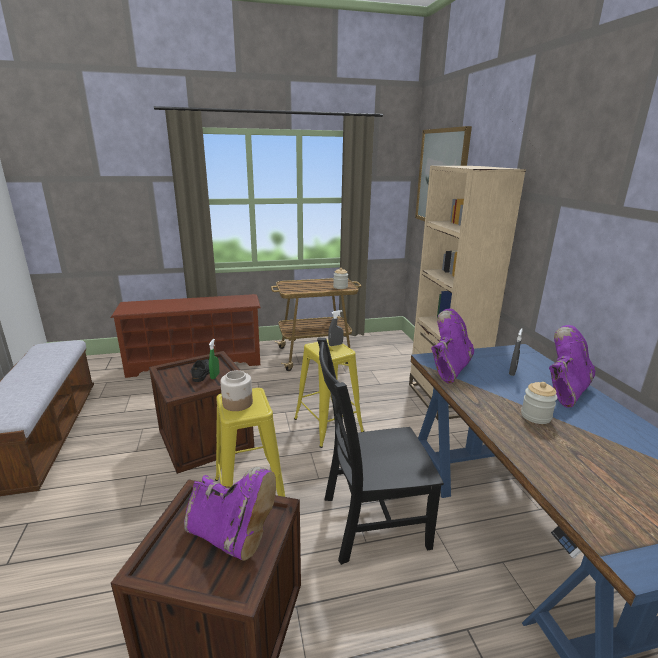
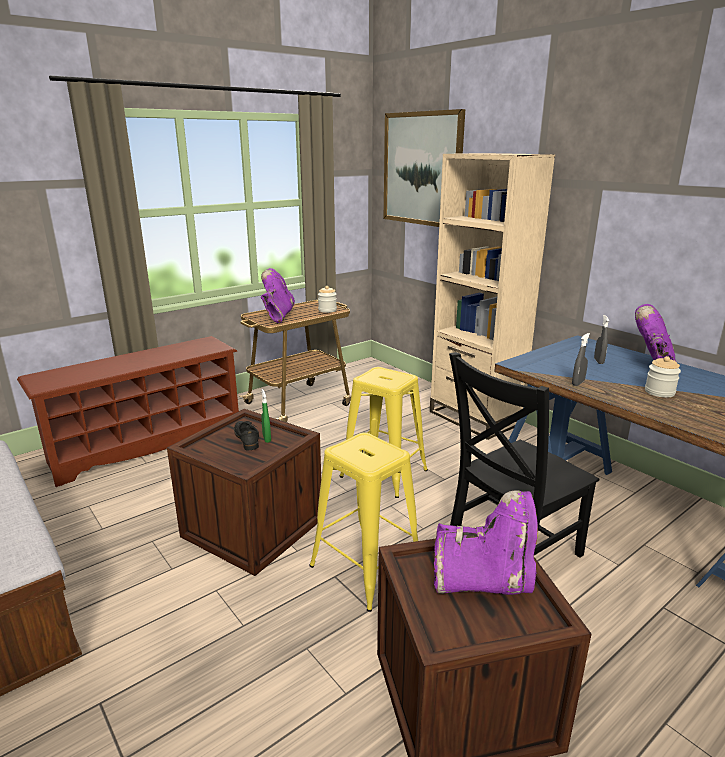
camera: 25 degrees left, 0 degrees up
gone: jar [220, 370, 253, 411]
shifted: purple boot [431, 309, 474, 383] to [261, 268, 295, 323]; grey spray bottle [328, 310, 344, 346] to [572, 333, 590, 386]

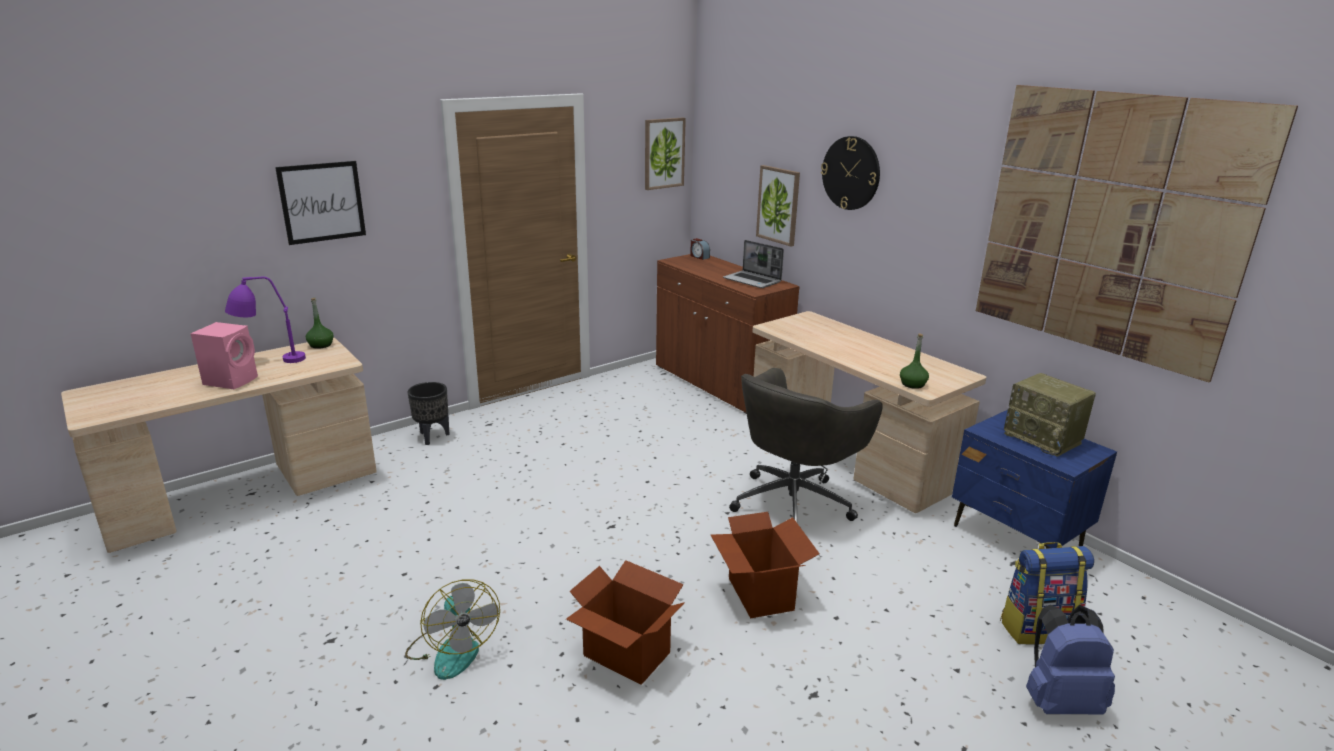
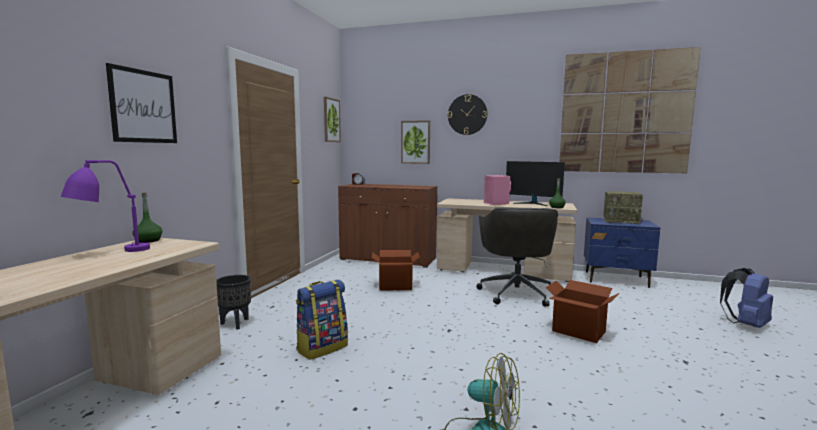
camera: 35 degrees left, 15 degrees down
gone: laptop [723, 240, 784, 288]
new: monitor [506, 161, 565, 206]
shifted: pink speaker [190, 322, 258, 389] to [484, 175, 511, 205]; backpack [1000, 542, 1094, 644] to [296, 280, 348, 360]; cardboard box [566, 560, 685, 685] to [372, 250, 420, 291]

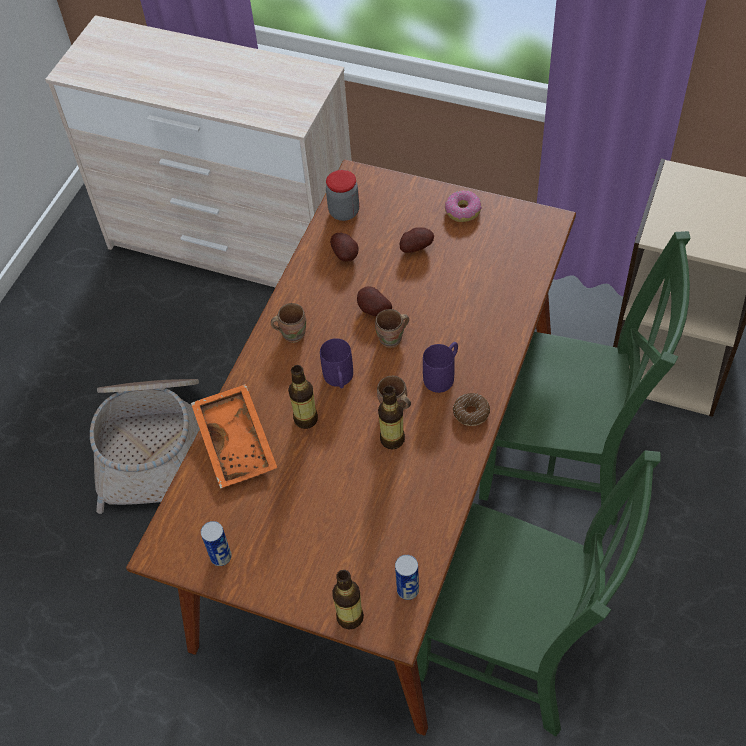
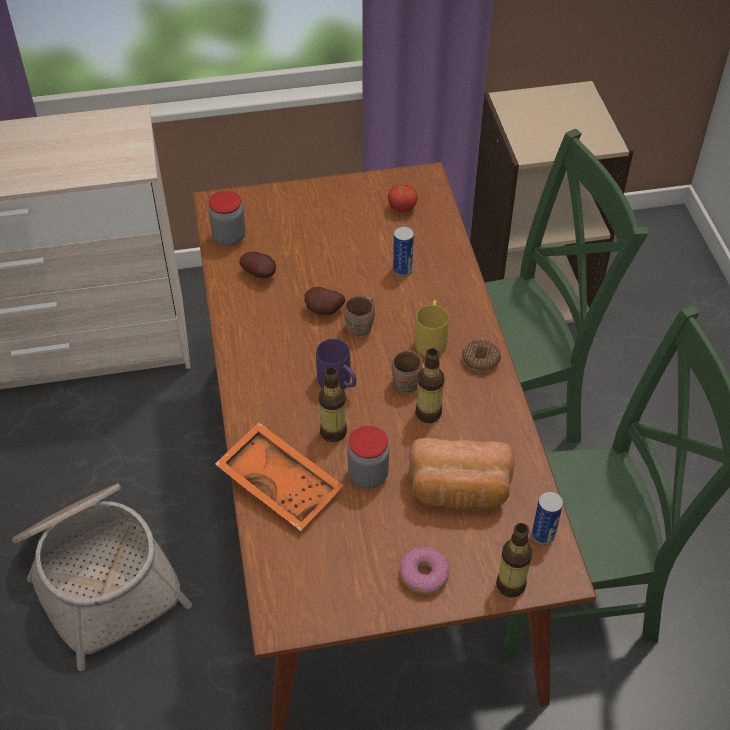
camera: 35 degrees left, 5 degrees down
gone: potato [400, 227, 434, 253]; brown mug [271, 303, 306, 343]
new: tomato [388, 185, 418, 212]; jar [348, 426, 389, 489]; bread [409, 438, 515, 510]
shifted: donut [445, 191, 482, 222] to [400, 546, 450, 595]; can [201, 521, 232, 566] to [393, 226, 414, 276]
repainted: purple mug [423, 342, 458, 393] to yellow mug [415, 300, 449, 356]

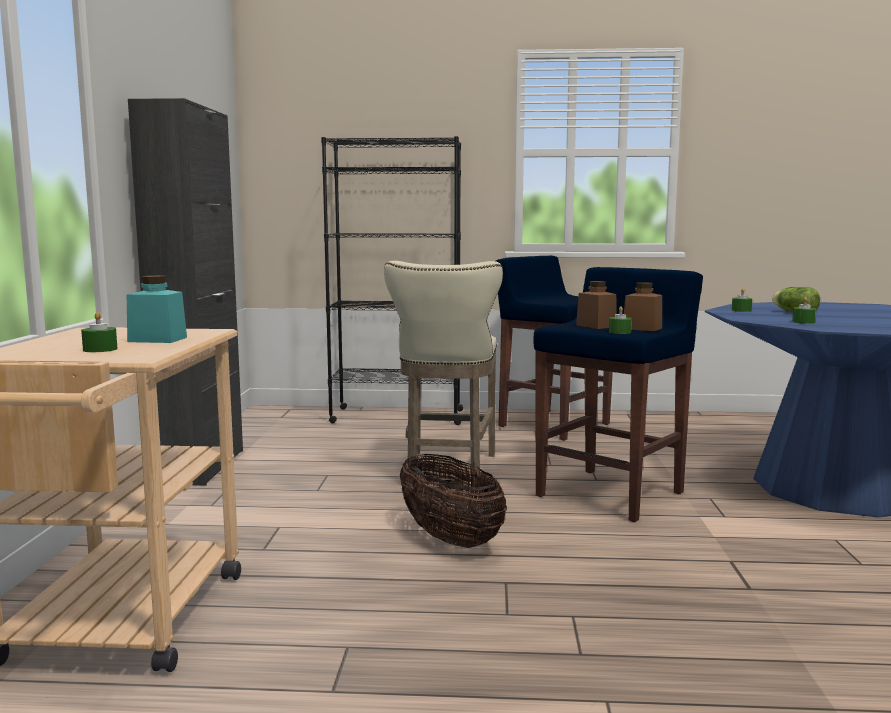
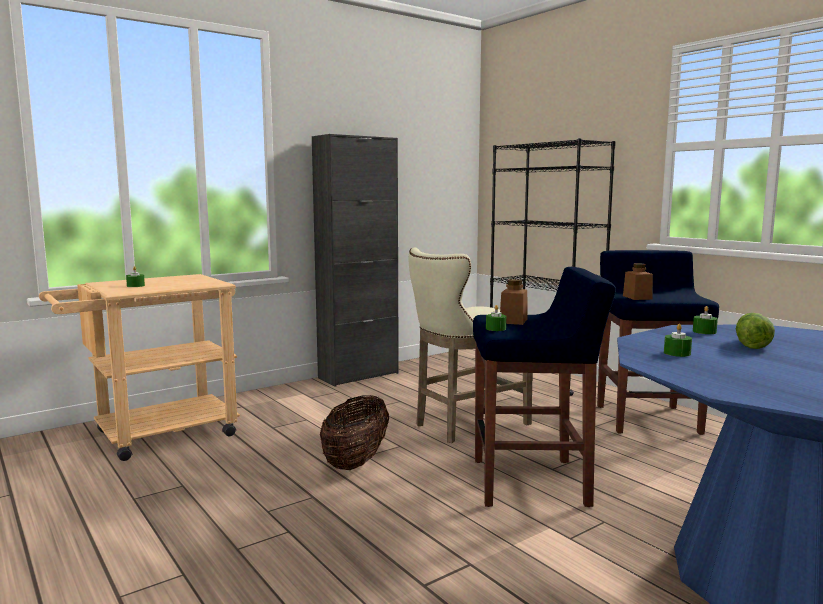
camera: 50 degrees right, 0 degrees up
gone: turquoise jar [127, 275, 187, 343]
shifted: brown jar [624, 282, 662, 331] to [623, 263, 653, 300]

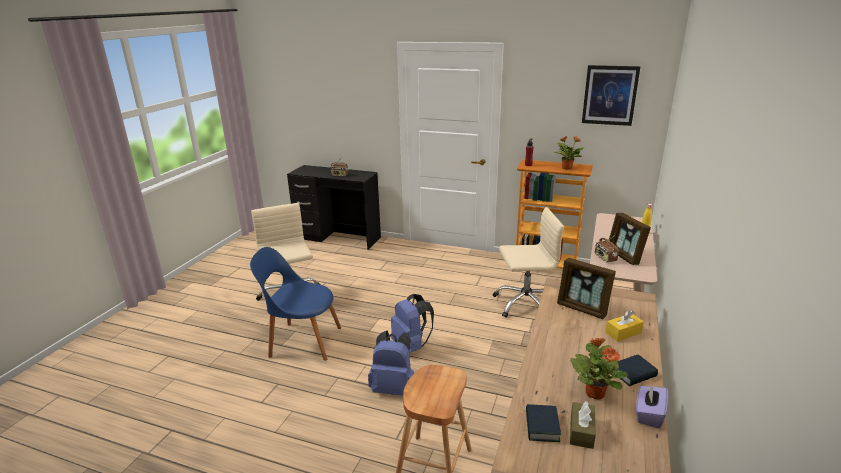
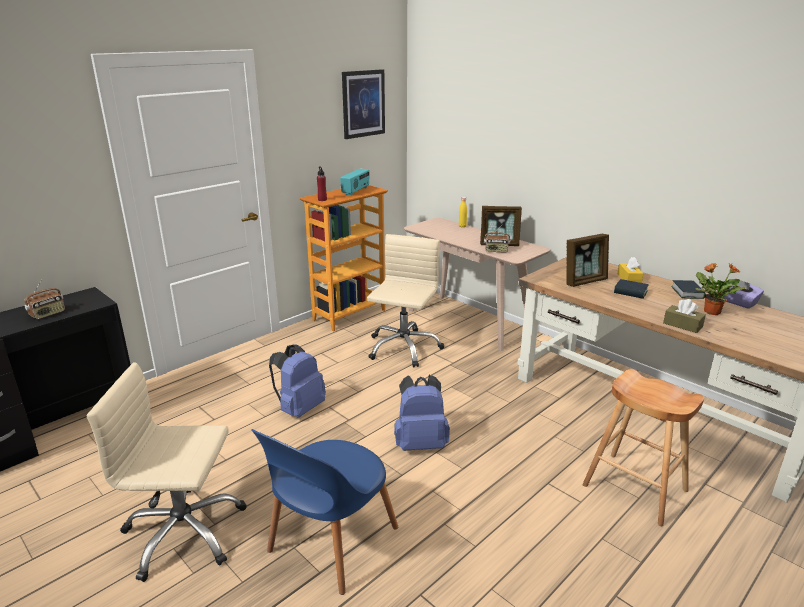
camera: 65 degrees left, 0 degrees up
shifted: blue backpack [368, 330, 414, 396] to [269, 344, 326, 418]; brown tissue box [570, 401, 596, 449] to [663, 299, 706, 333]; book [526, 404, 561, 442] to [614, 279, 649, 299]
swapped: potted plant [555, 136, 584, 170] to radio [340, 169, 370, 196]

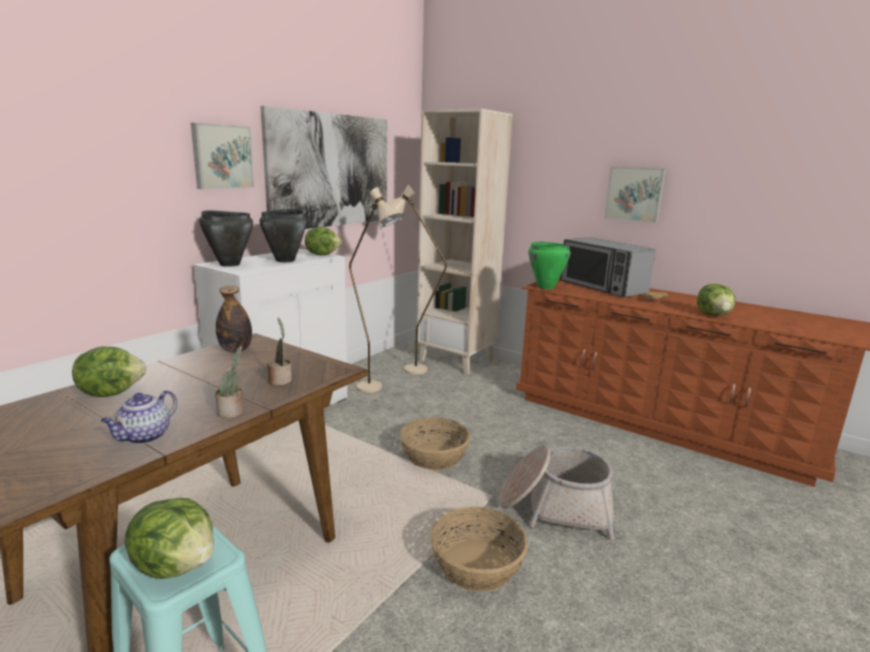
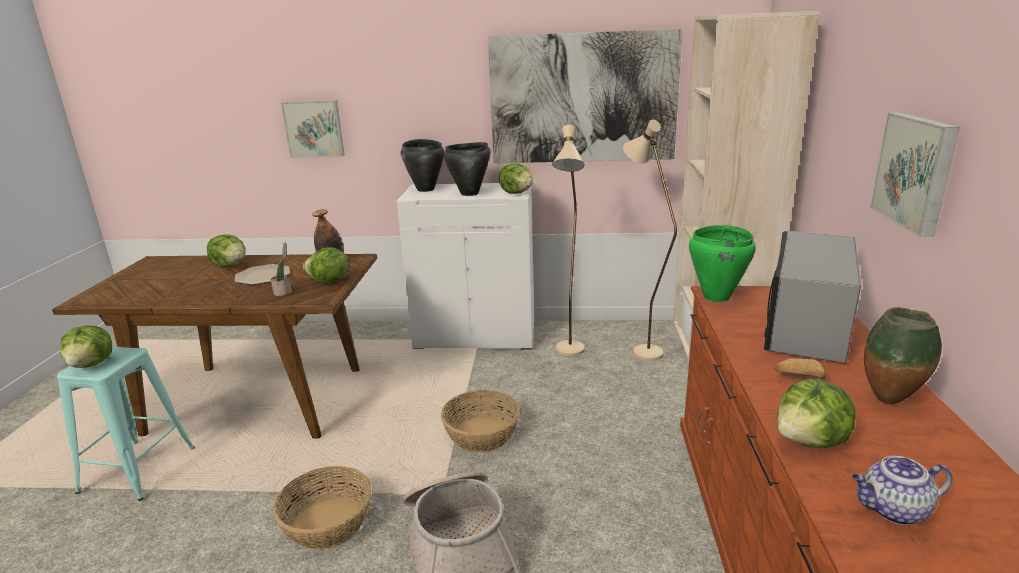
camera: 60 degrees right, 5 degrees up
gone: potted plant [215, 346, 244, 418]
new: lettuce [303, 247, 350, 284]; plate [235, 264, 290, 285]; vase [864, 307, 942, 405]
shifted: picture [191, 123, 254, 189] to [281, 100, 345, 158]; teapot [101, 390, 178, 444] to [852, 456, 953, 525]

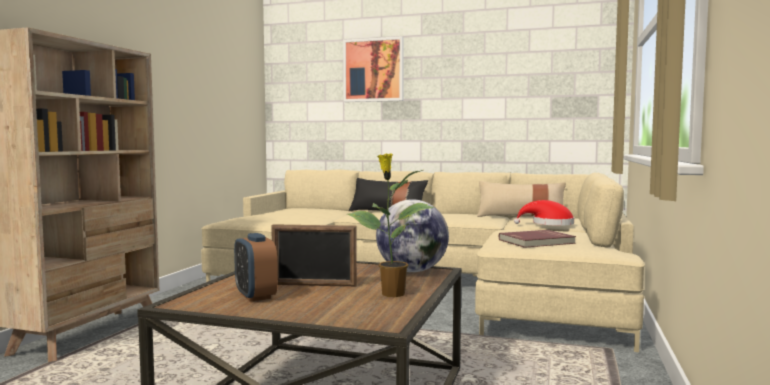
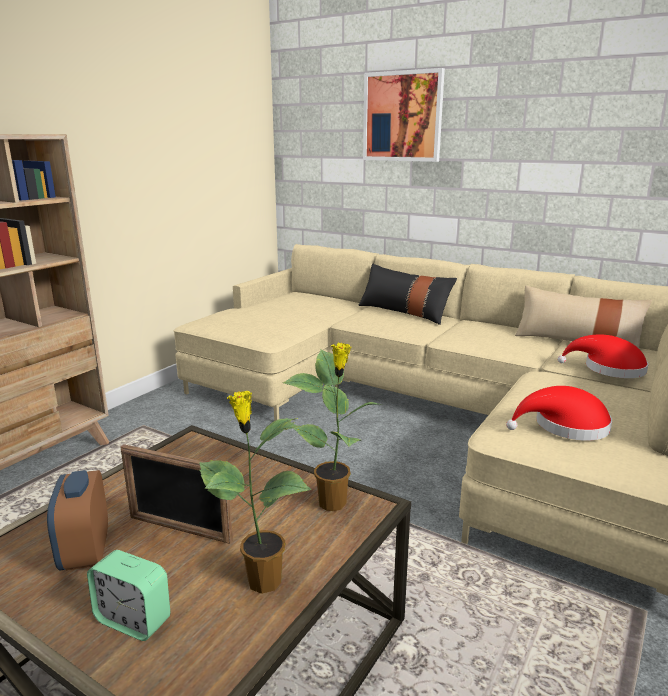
camera: 15 degrees right, 15 degrees up
new: alarm clock [87, 550, 171, 641]
swapped: globe [376, 199, 449, 272] to potted plant [283, 342, 379, 511]; red book [499, 230, 576, 248] to red hat [506, 386, 612, 441]

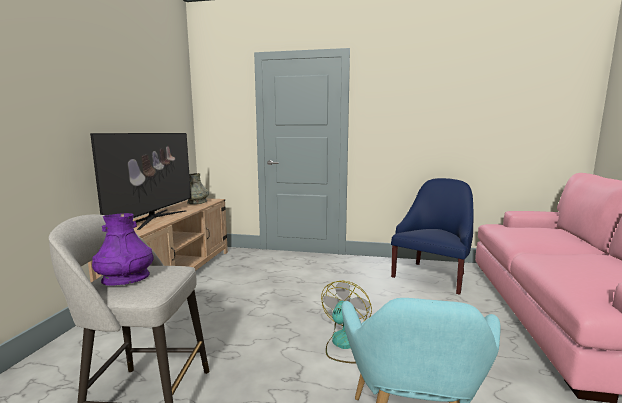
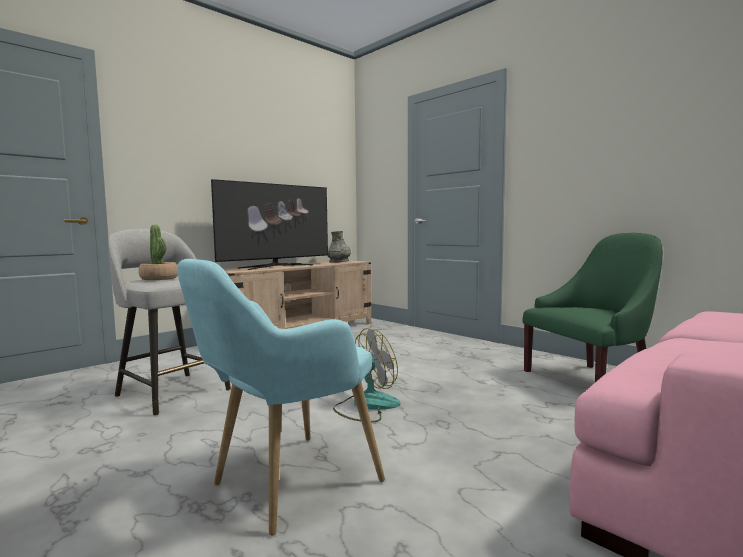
camera: 35 degrees right, 5 degrees down
swapped: purple vase [92, 213, 154, 286] to potted plant [139, 225, 178, 280]
repainted: blue armchair [391, 178, 473, 295] to green armchair [522, 233, 663, 382]

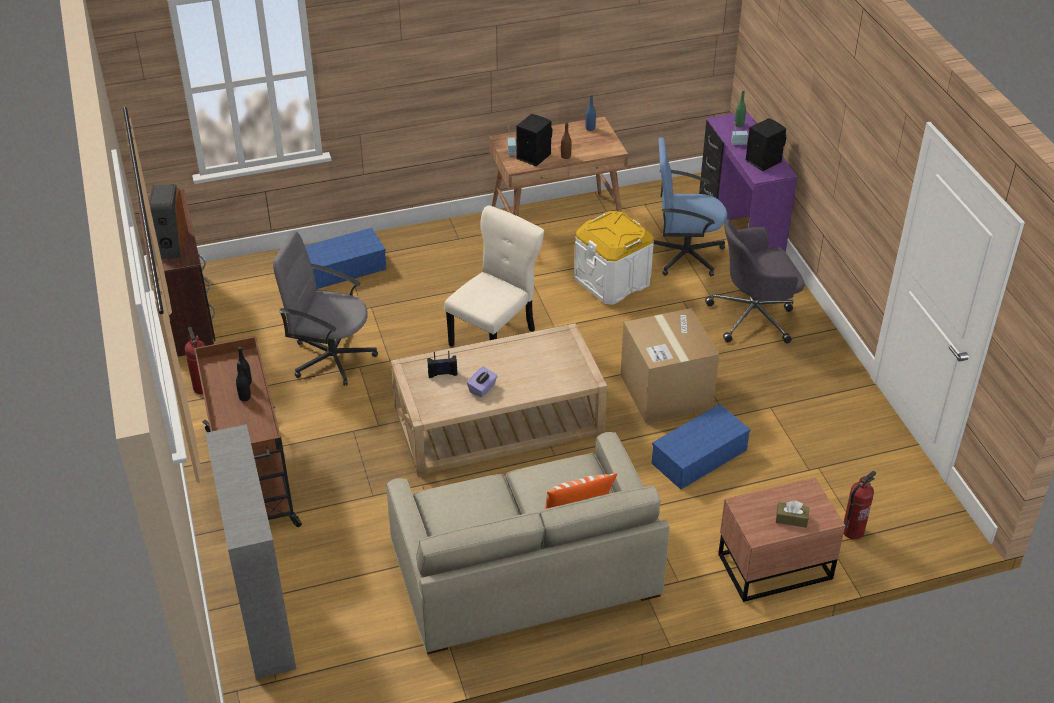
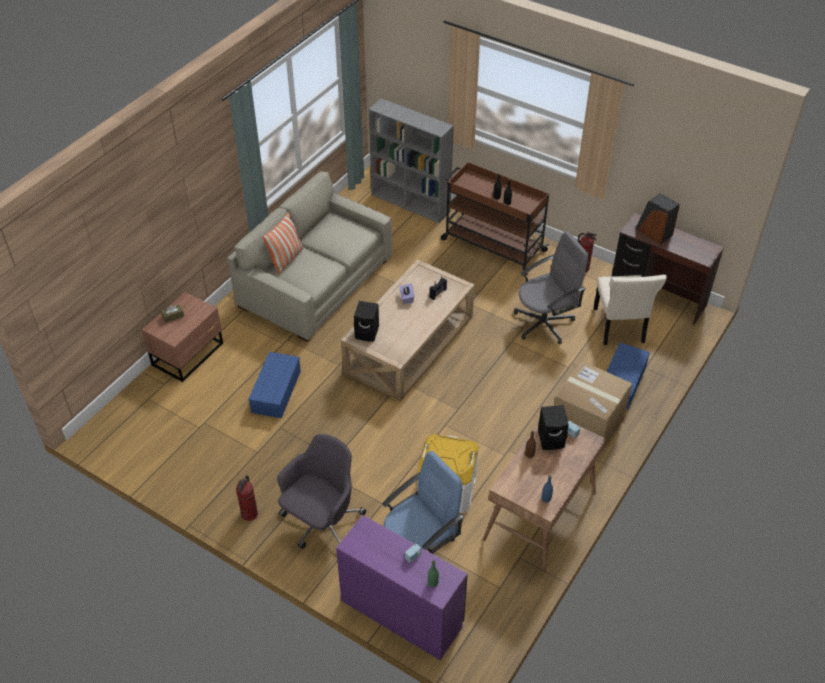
camera: 140 degrees right, 5 degrees up
shifted: black speaker [745, 118, 786, 171] to [354, 301, 379, 341]; beige chair [444, 206, 544, 347] to [594, 274, 667, 345]; cardboard box [620, 308, 719, 423] to [554, 360, 632, 449]; fire extinguisher [843, 471, 876, 540] to [236, 476, 258, 521]

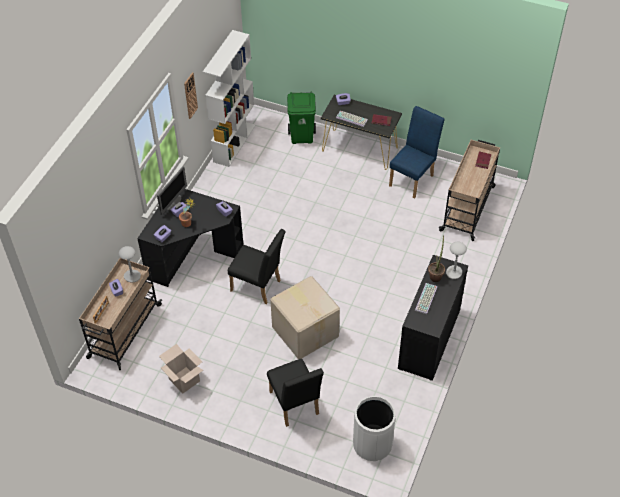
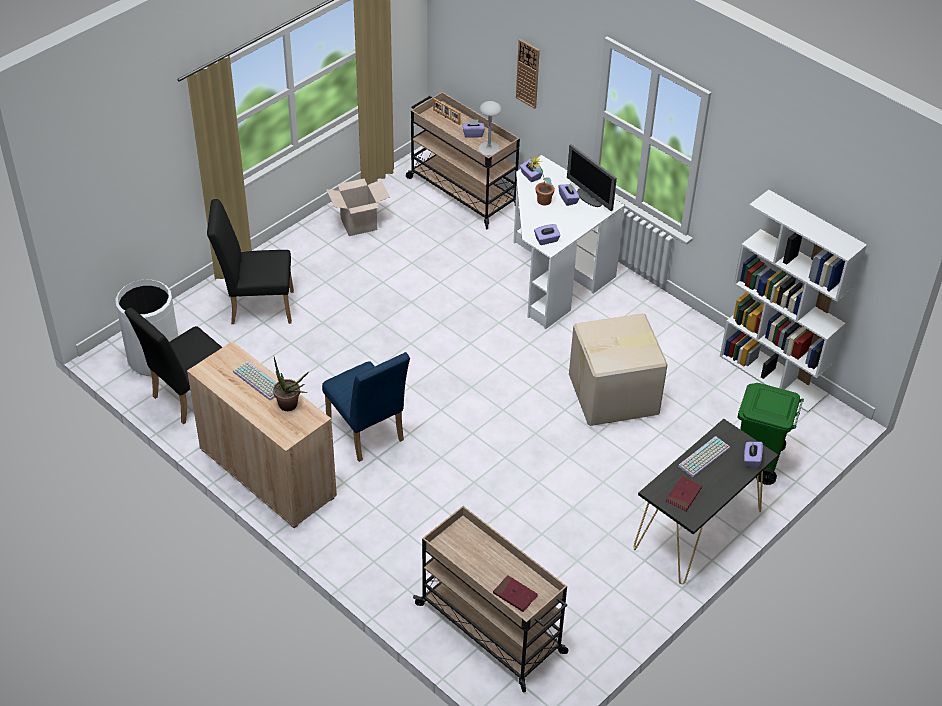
camera: 110 degrees right, 5 degrees down
gone: grey table lamp [446, 242, 467, 279]
shifted: wall clock [184, 72, 198, 119] to [516, 39, 540, 109]; blue chair [389, 106, 444, 198] to [322, 352, 410, 462]; black chair [228, 229, 286, 304] to [125, 308, 222, 424]; cardboard box [270, 276, 340, 359] to [569, 313, 668, 426]
repainted: black desk [137, 189, 244, 287] to white desk [513, 155, 625, 329]; black cabinet [398, 255, 468, 381] to beige cabinet [187, 341, 337, 528]

